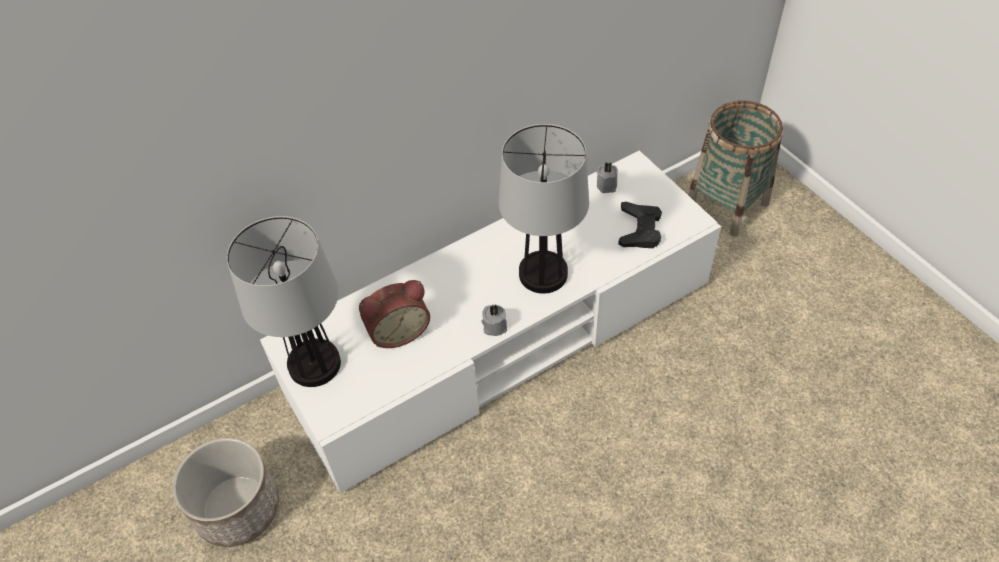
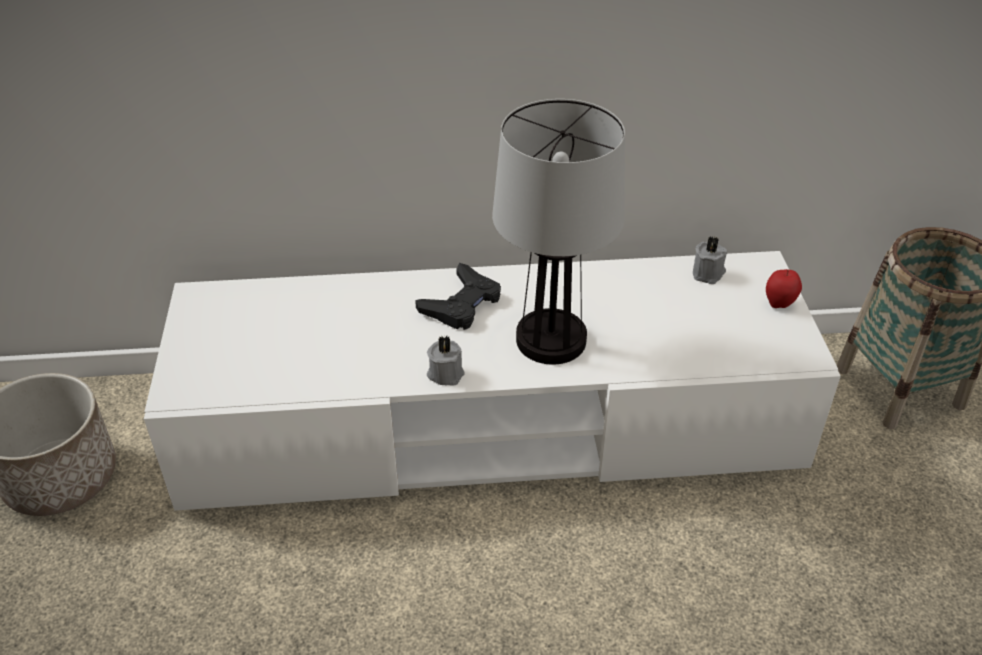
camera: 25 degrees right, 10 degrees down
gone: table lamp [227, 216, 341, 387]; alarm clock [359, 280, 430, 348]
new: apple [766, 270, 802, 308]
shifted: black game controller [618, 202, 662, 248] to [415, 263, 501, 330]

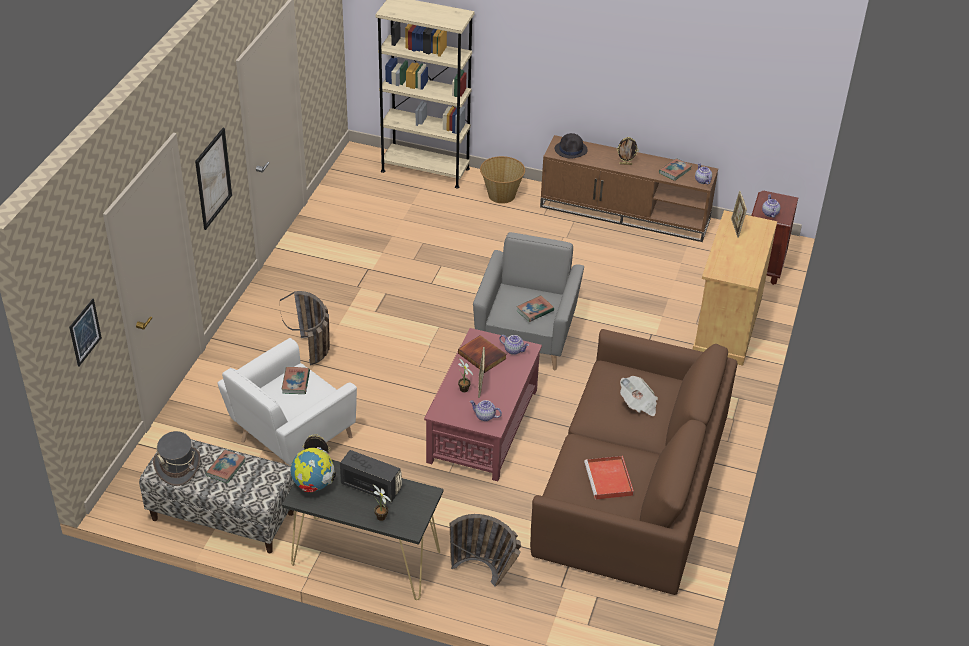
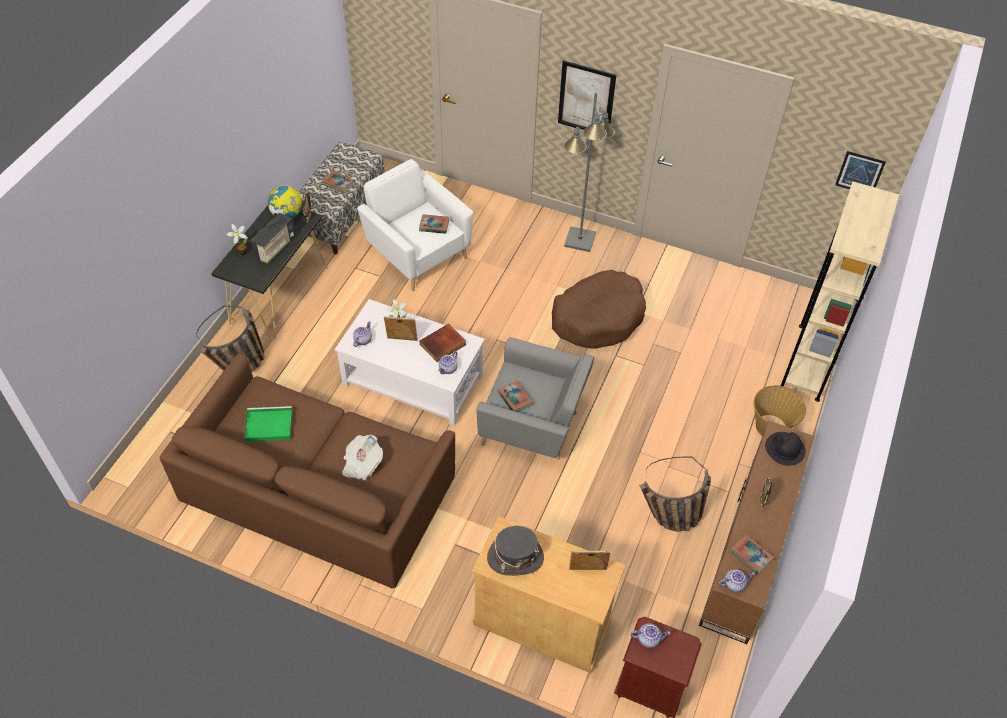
camera: 95 degrees right, 10 degrees up
new: grey floor lamp [564, 93, 615, 252]; brown dog bed [552, 270, 646, 349]
shifted: basket [280, 291, 330, 365] to [639, 457, 711, 532]; picture [69, 299, 102, 367] to [835, 151, 886, 189]; grey hat [153, 431, 200, 486] to [487, 526, 544, 576]
repainted: red coffee table [424, 328, 542, 481] to white coffee table [335, 299, 485, 426]; red tray [584, 456, 634, 500] to green tray [244, 406, 293, 442]

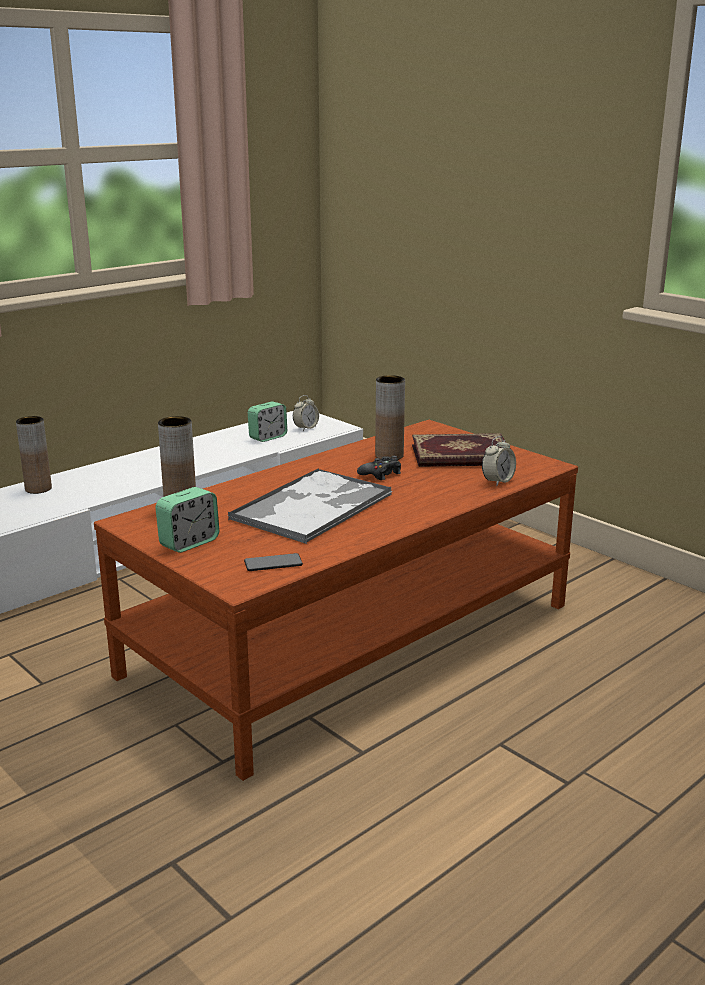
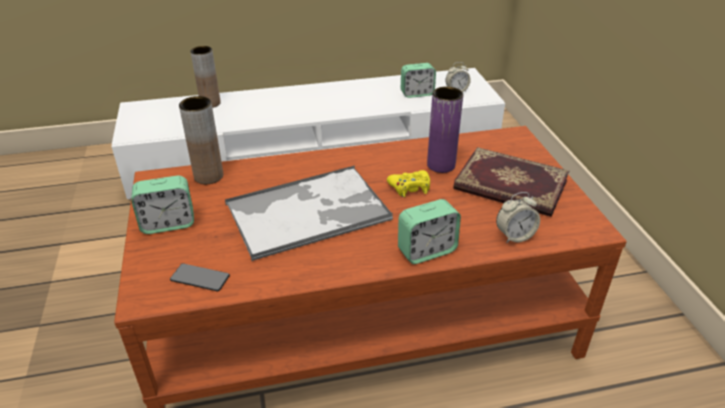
camera: 30 degrees right, 15 degrees up
new: alarm clock [398, 199, 461, 264]
repainted: brown vase [375, 375, 405, 460] to purple vase [427, 87, 463, 173]; black game controller [357, 456, 401, 480] to yellow game controller [387, 170, 430, 197]

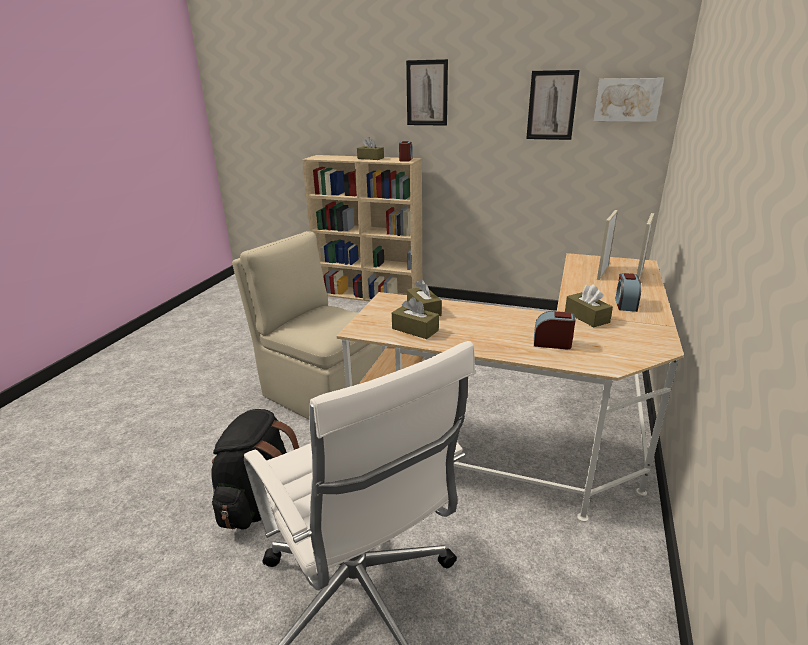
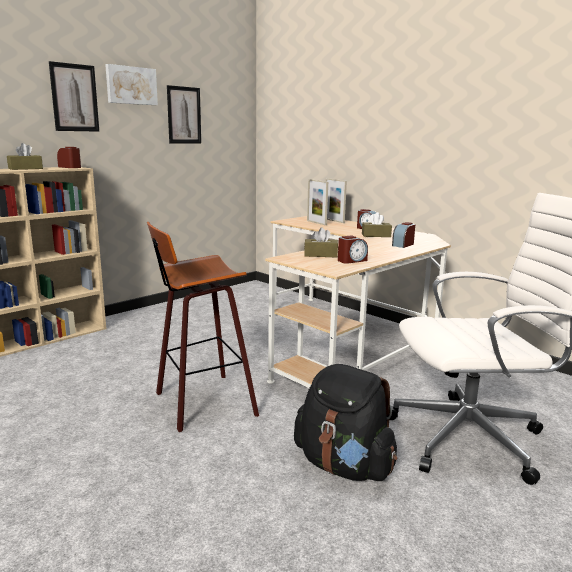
camera: 65 degrees left, 10 degrees down
shifted: picture [594, 78, 664, 122] to [105, 64, 158, 105]
swapped: beige chair [232, 231, 382, 420] to stool [147, 222, 259, 432]; brown tissue box [392, 297, 439, 339] to alarm clock [338, 235, 368, 264]

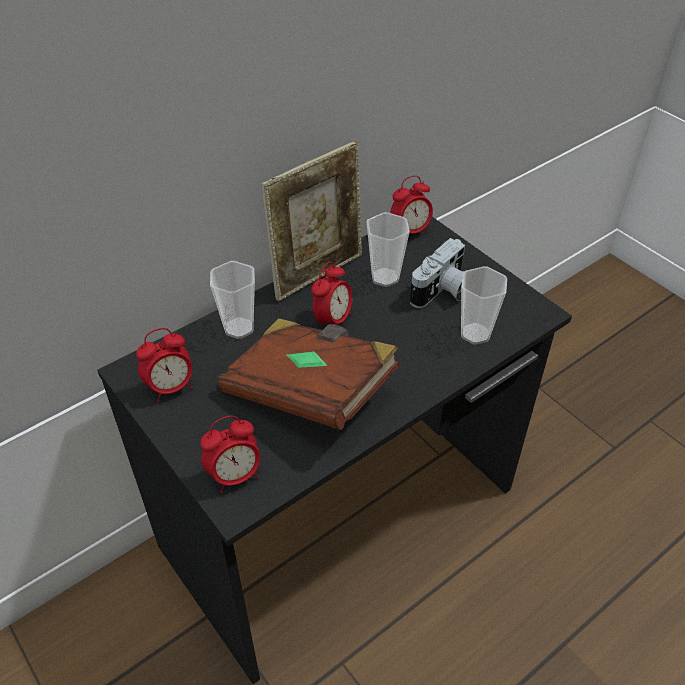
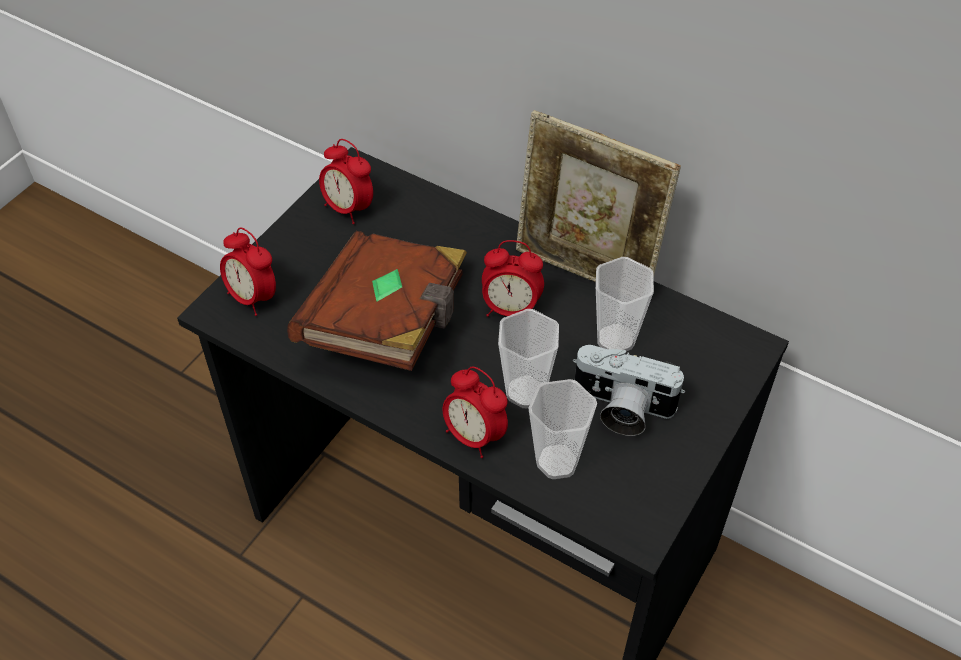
camera: 70 degrees right, 5 degrees up
shifted: alarm clock [390, 175, 433, 233] to [443, 366, 508, 458]; cup [210, 261, 255, 339] to [498, 309, 559, 408]

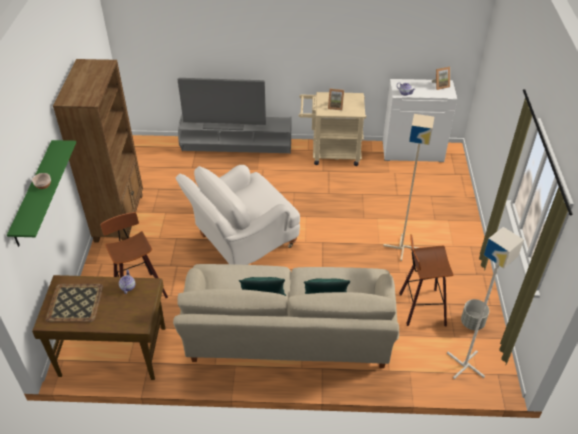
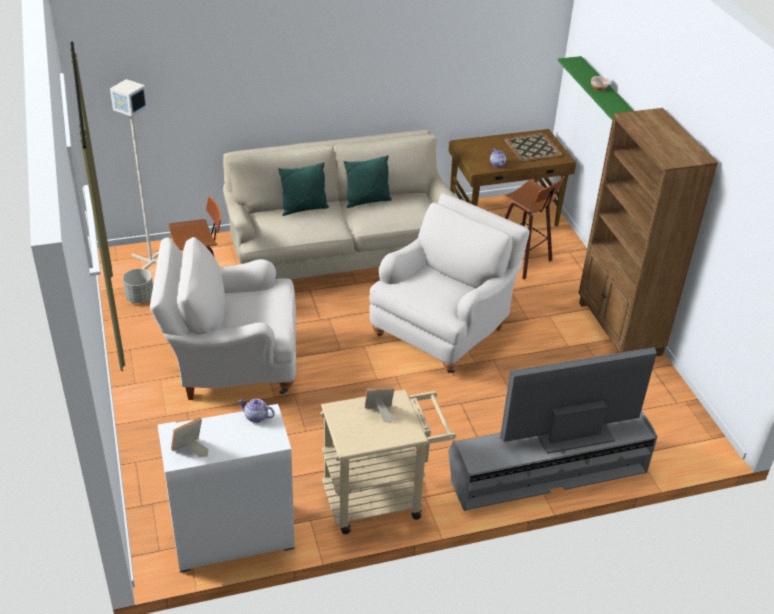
camera: 160 degrees right, 5 degrees down
swapped: beige floor lamp [383, 114, 434, 261] to white armchair [150, 237, 296, 400]

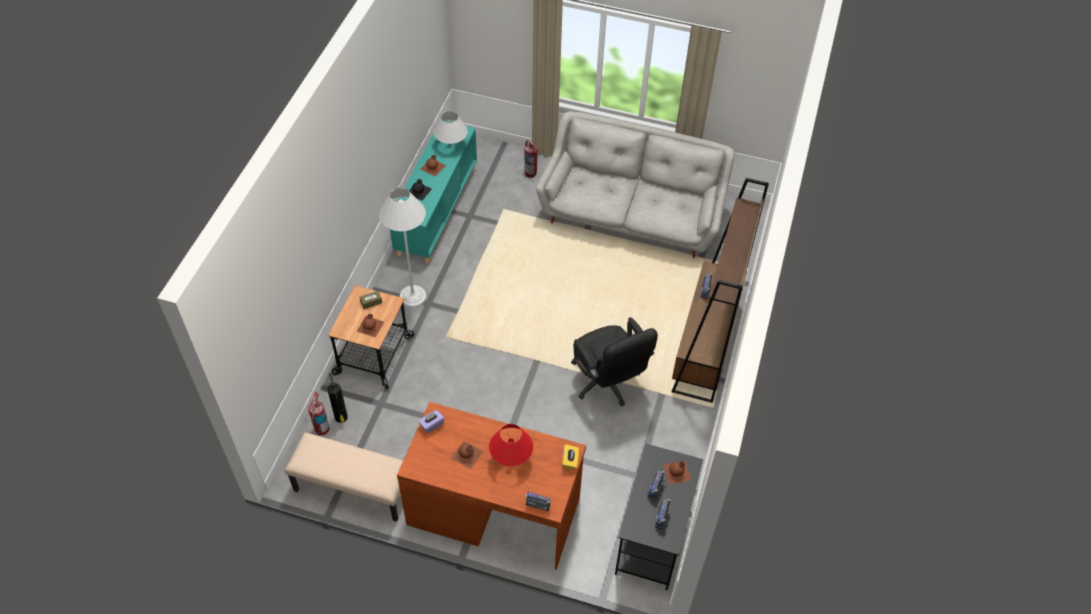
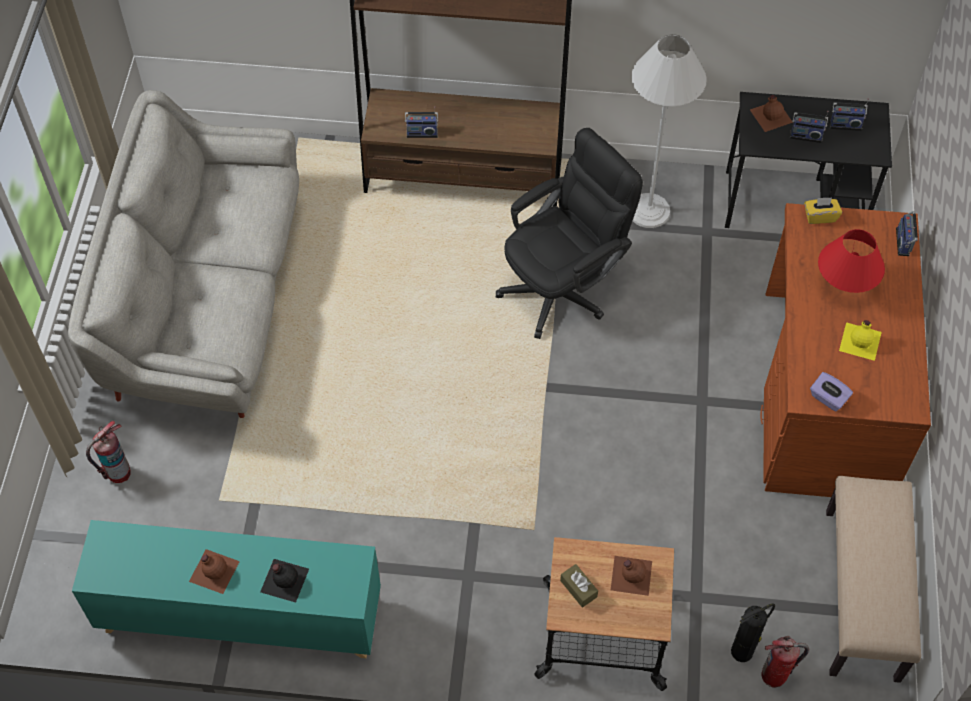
camera: 100 degrees left, 5 degrees up
gone: white table lamp [434, 111, 468, 146]
shifted: white floor lamp [379, 188, 427, 307] to [631, 34, 707, 228]
repainted: brown bottle [451, 441, 483, 469] to yellow bottle [839, 320, 882, 361]

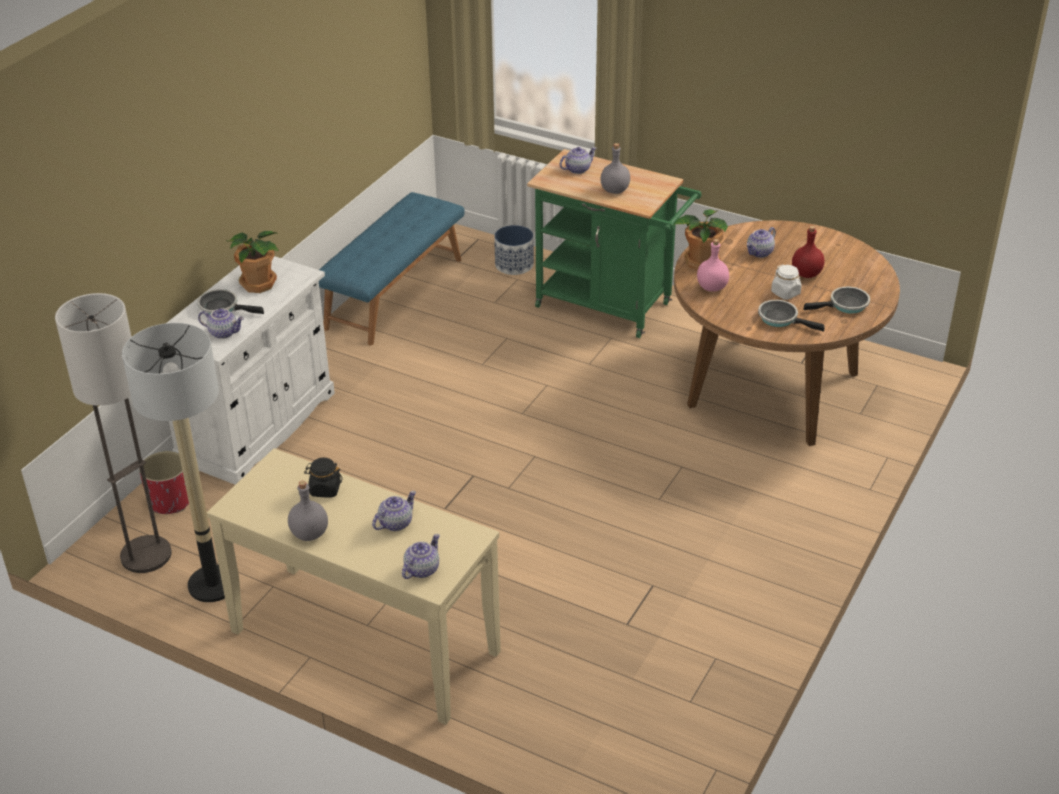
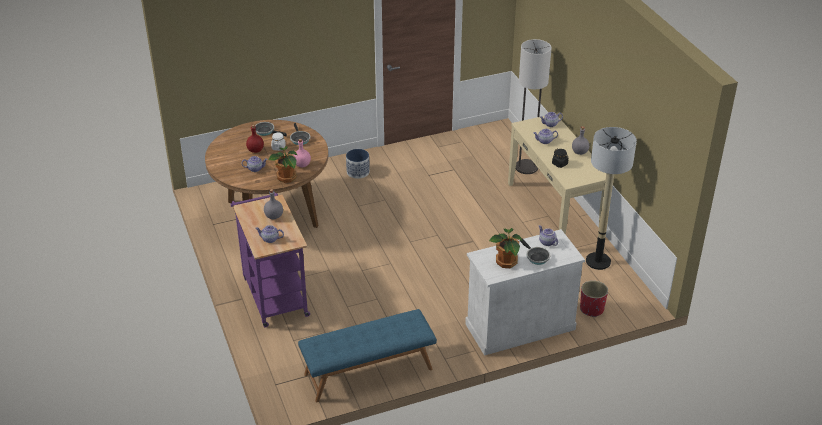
camera: 140 degrees left, 0 degrees up
shifted: planter [494, 225, 534, 275] to [346, 149, 370, 179]; floor lamp [55, 293, 172, 573] to [516, 39, 552, 174]
repainted: green cart [527, 149, 701, 338] to purple cart [230, 193, 310, 328]

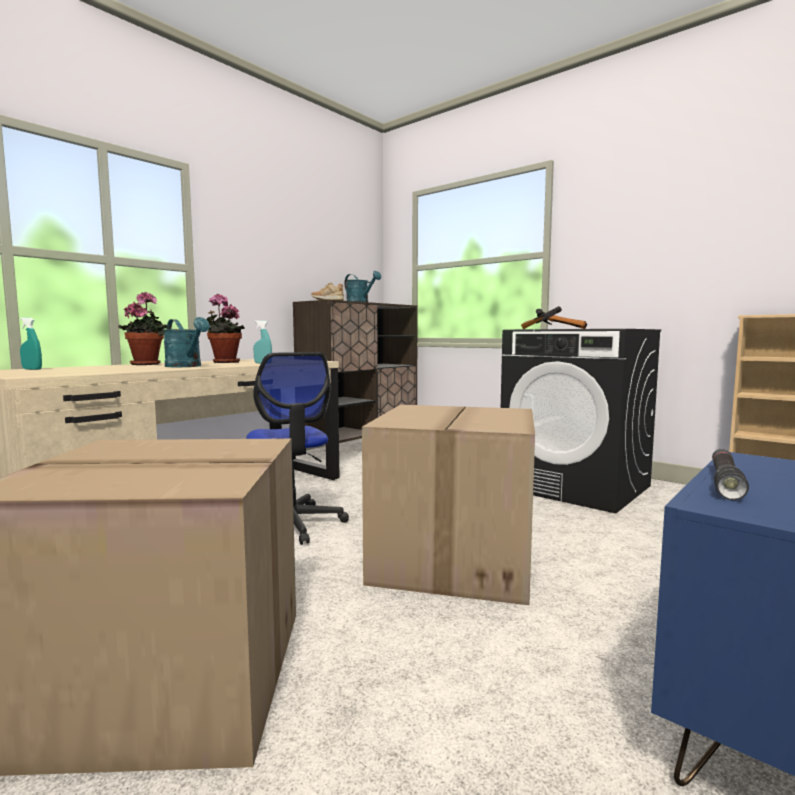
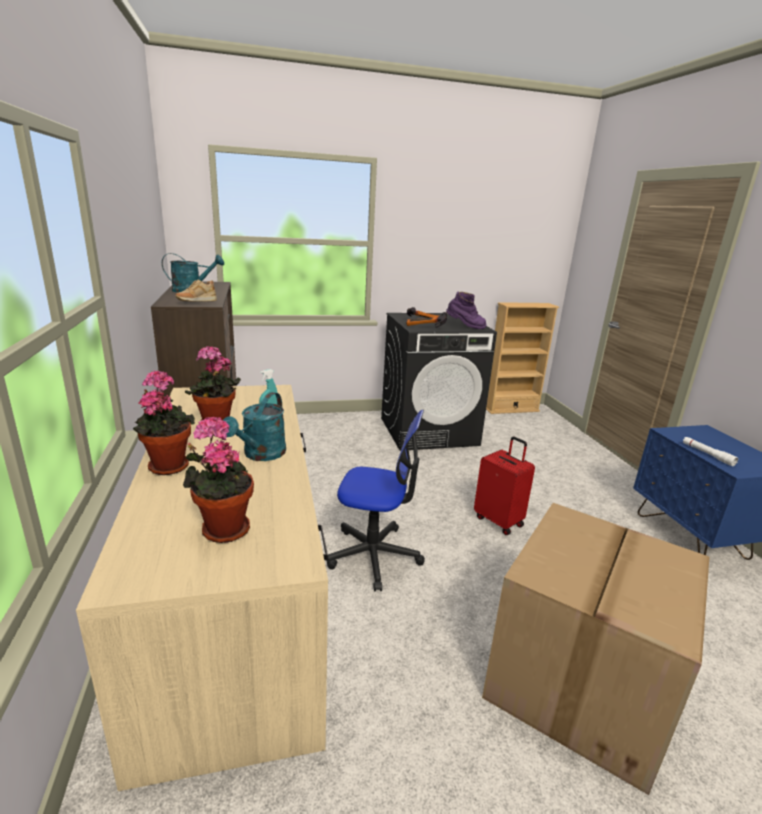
camera: 55 degrees left, 15 degrees up
gone: turquoise spray bottle [20, 317, 42, 370]
new: purple boot [446, 292, 487, 329]; potted plant [183, 417, 254, 543]
swapped: cardboard box [362, 405, 535, 605] to red suitcase [474, 437, 535, 535]
repainted: black flashlight [712, 449, 749, 500] to white flashlight [683, 437, 738, 466]
rotated: turquoise watering can [163, 317, 210, 367] = [223, 392, 286, 461] 120 degrees clockwise

